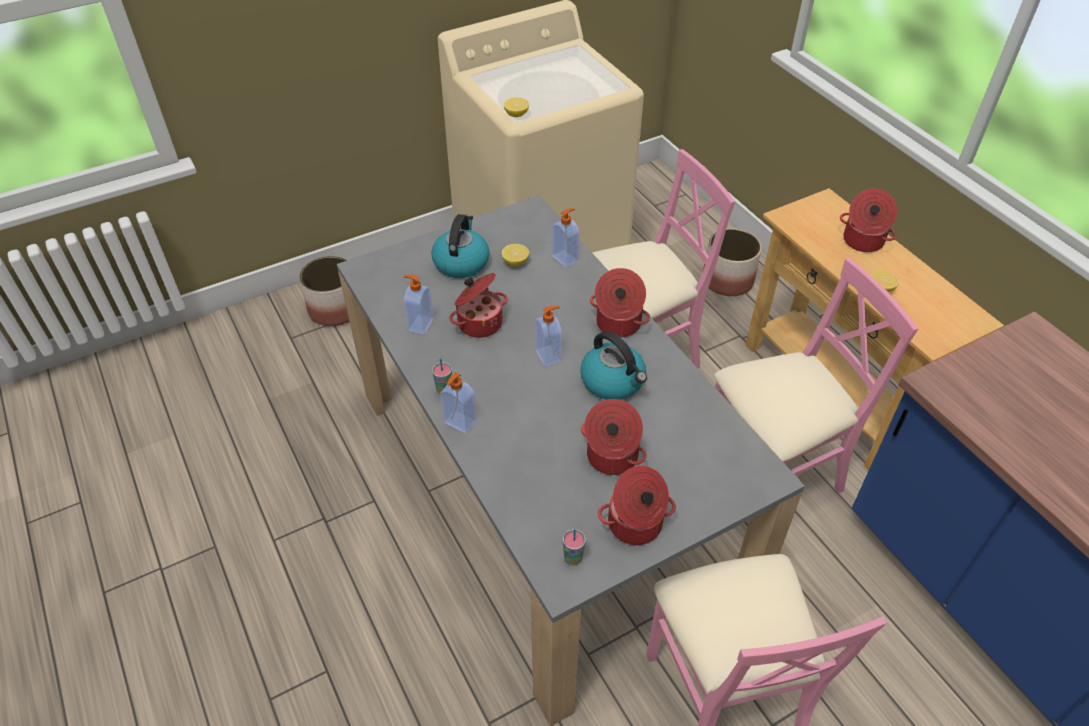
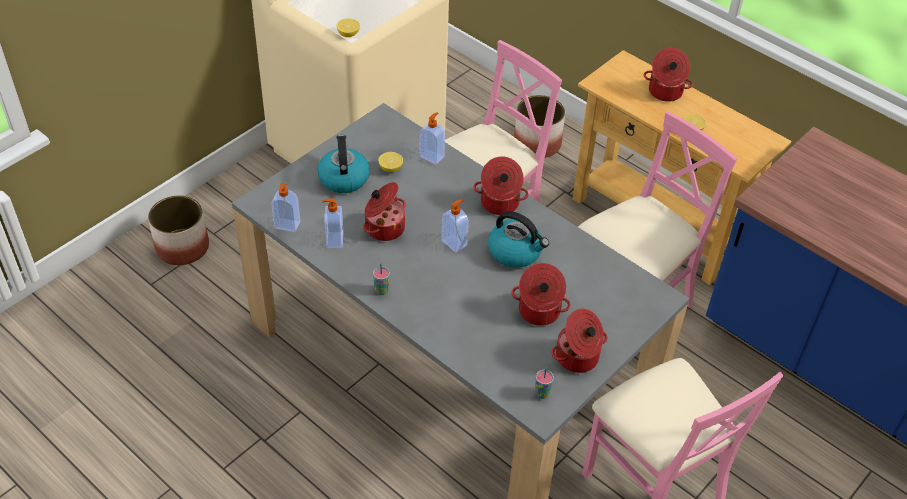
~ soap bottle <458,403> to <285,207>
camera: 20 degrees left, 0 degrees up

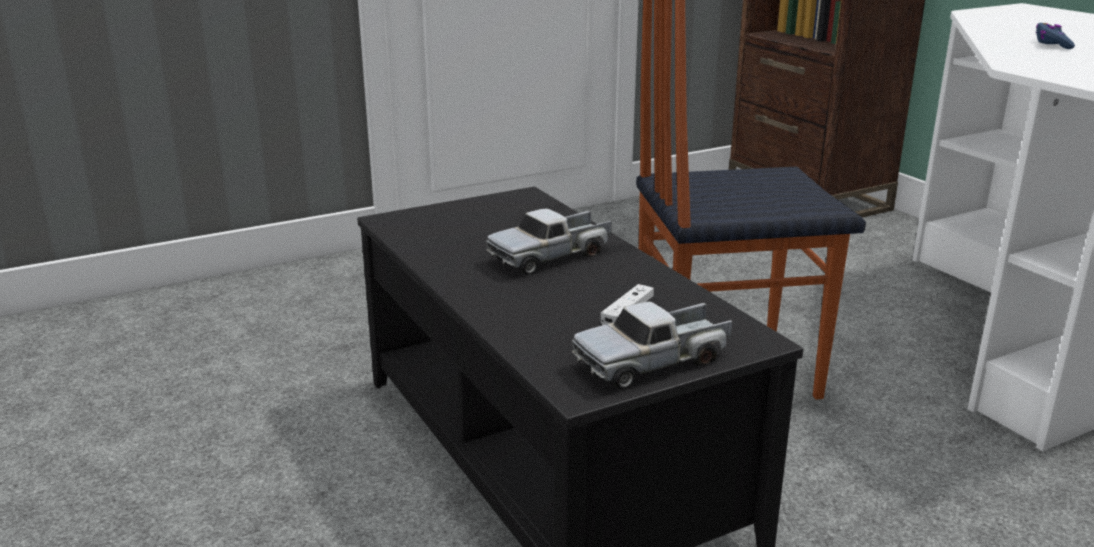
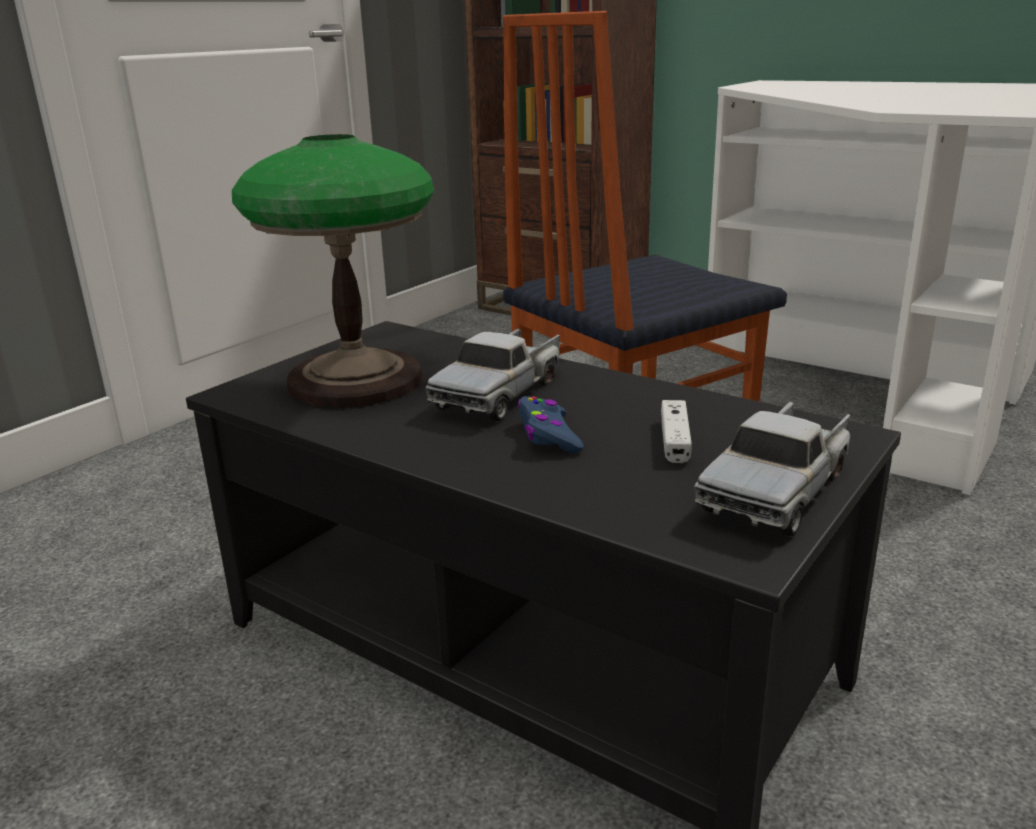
~ blue-coloured gamepad <1055,36> to <550,424>
+ table lamp <333,271>
camera: 25 degrees left, 0 degrees up

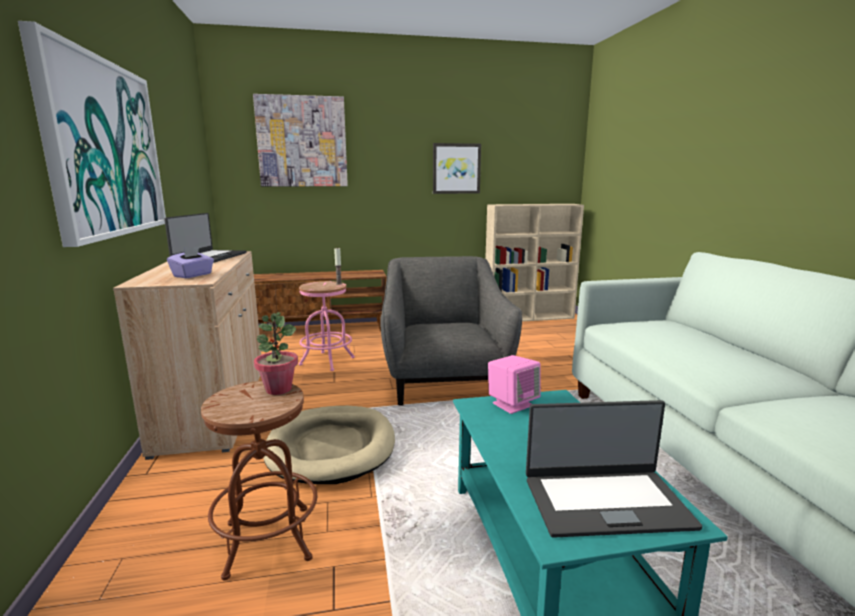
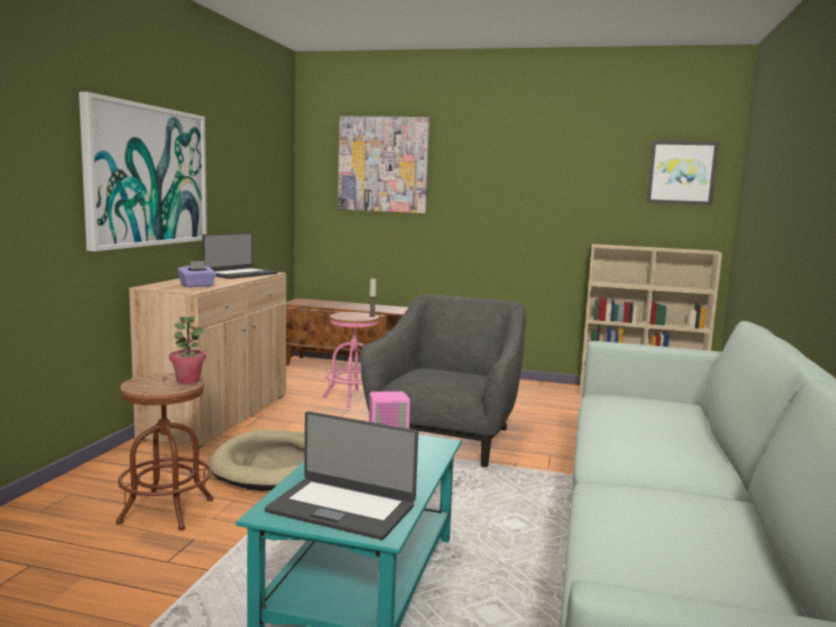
~ picture <457,168> to <682,172>
camera: 25 degrees right, 5 degrees down

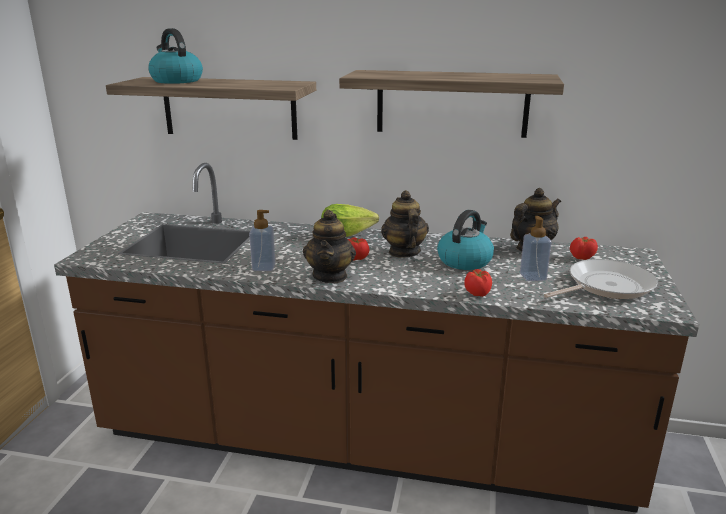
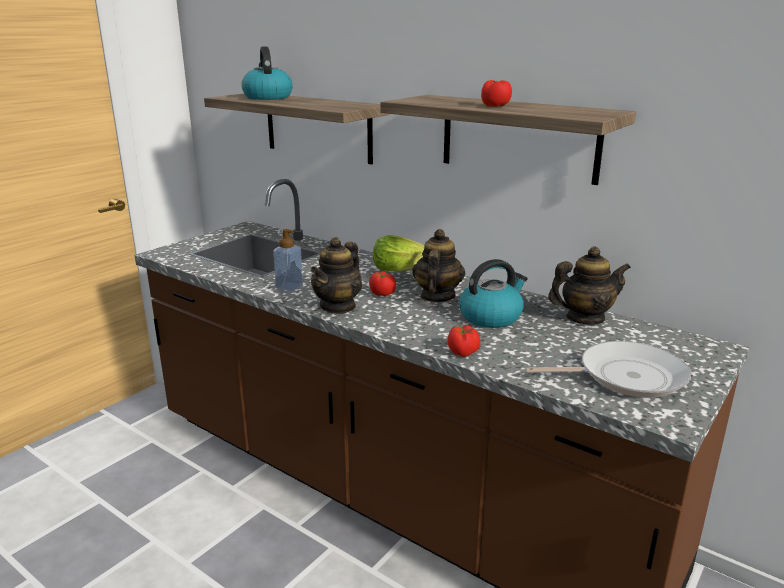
- soap bottle <536,248>
~ whole tomato <584,248> to <496,93>
camera: 25 degrees right, 0 degrees up

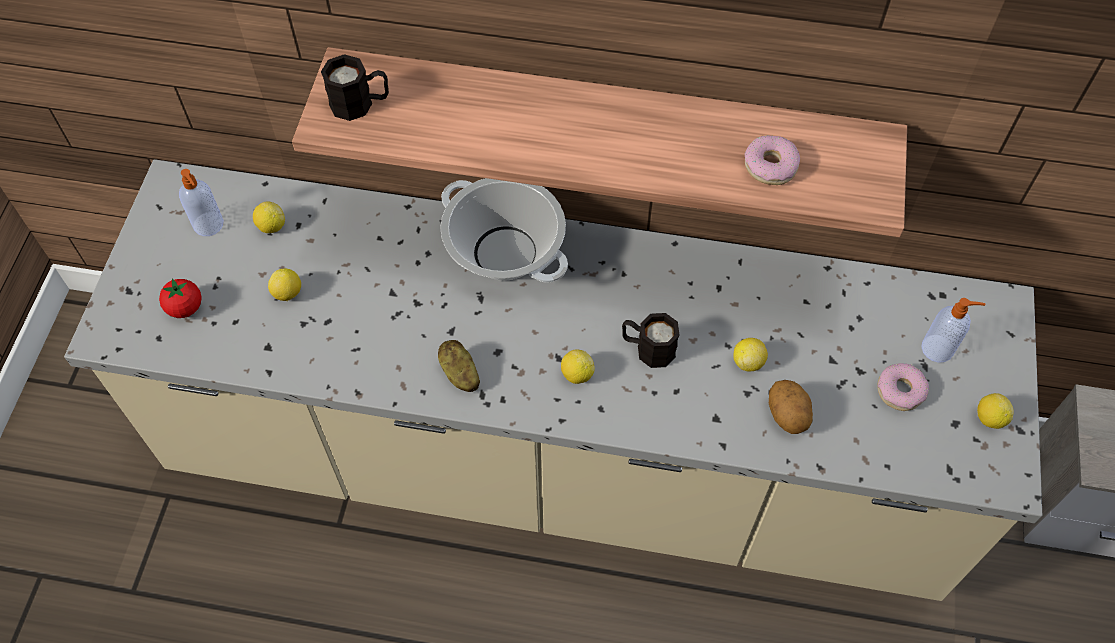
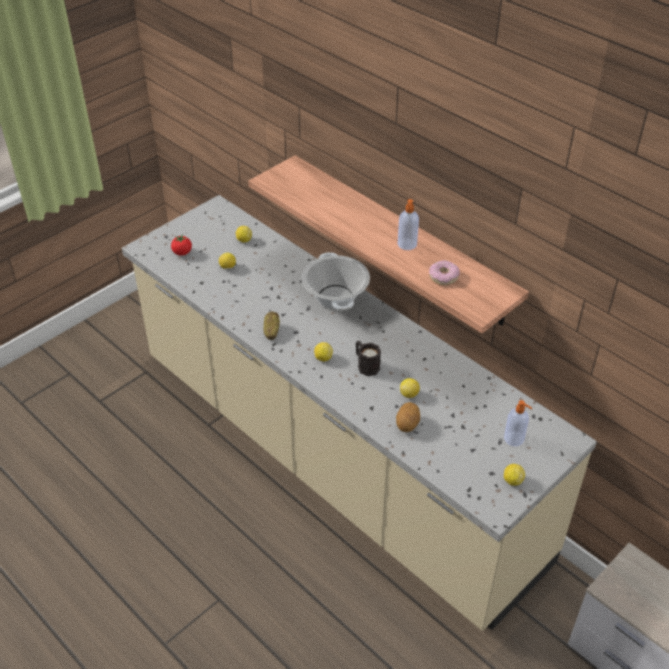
- black coffee mug <355,87>
~ soap bottle <201,202> to <408,224>
- donut <903,387>
camera: 35 degrees right, 15 degrees down

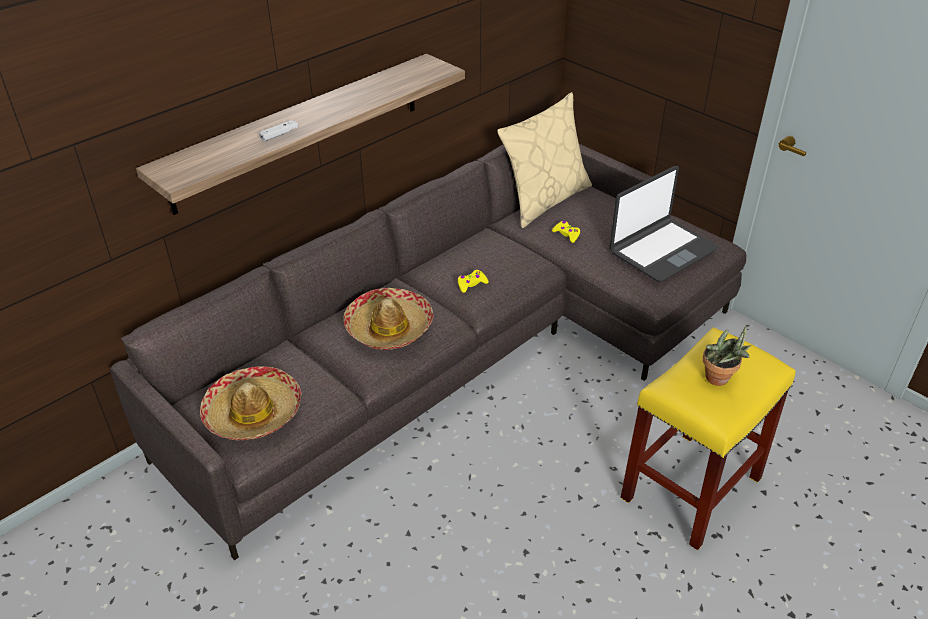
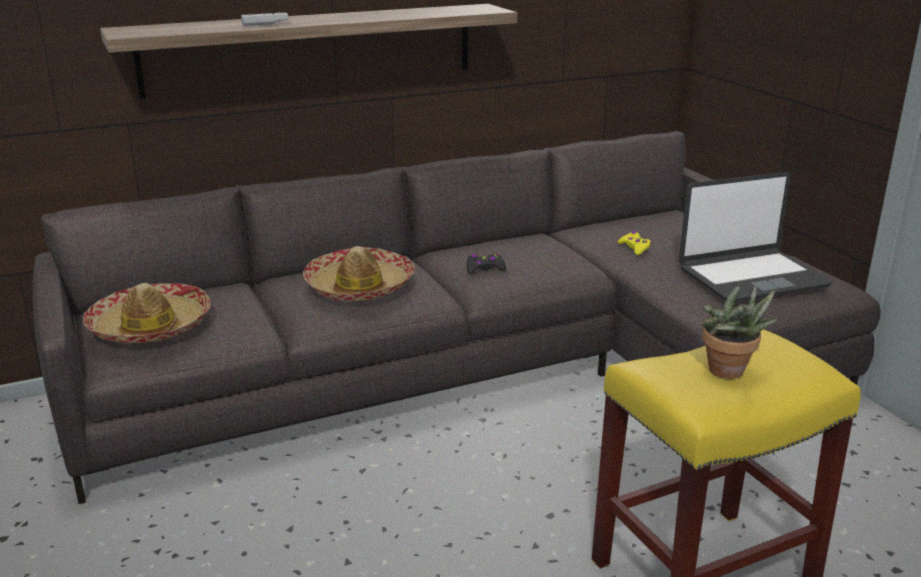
- sand-coloured cushion <544,160>
~ yellow gamepad <473,281> to black gamepad <486,263>
camera: 20 degrees right, 15 degrees down

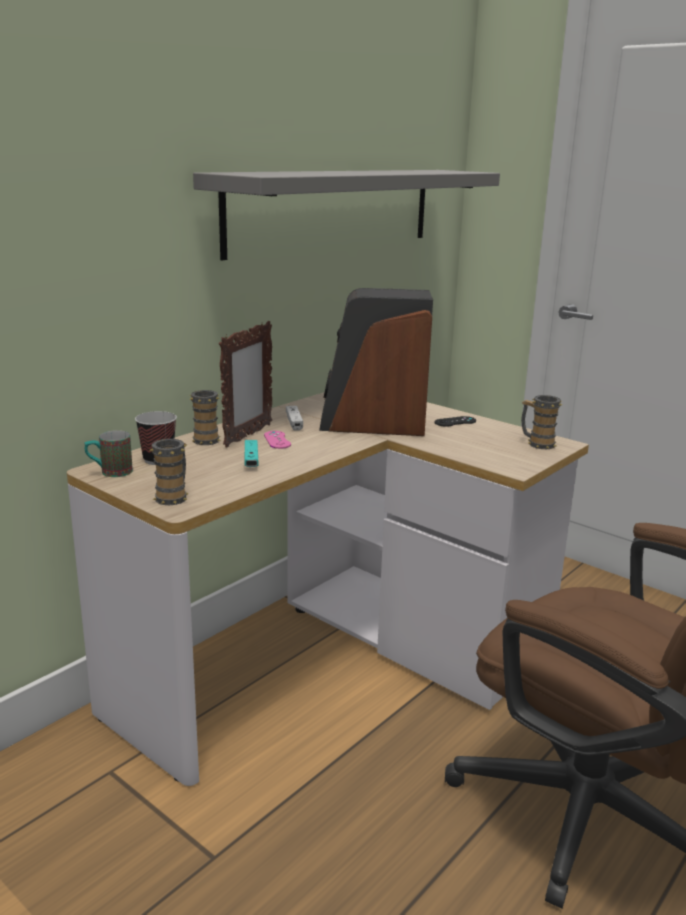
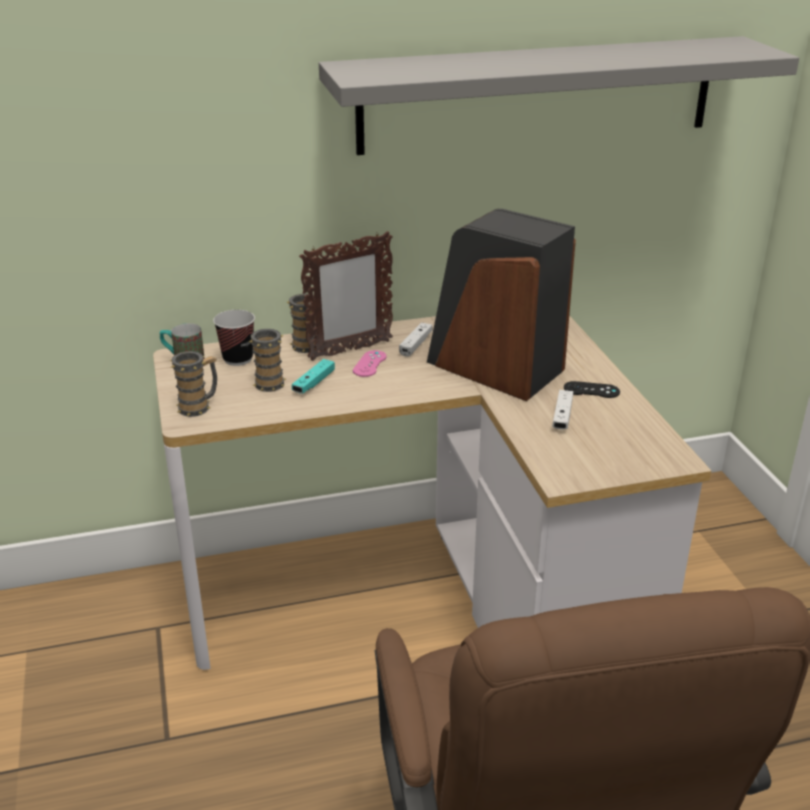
~ coffee mug <541,422> to <267,360>
+ whitish gamepad <562,410>
camera: 35 degrees right, 10 degrees up

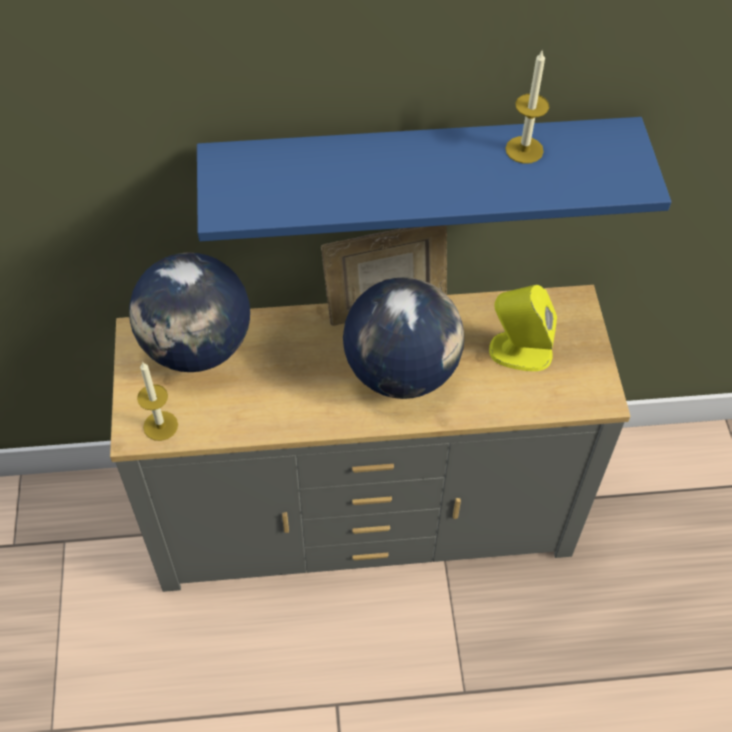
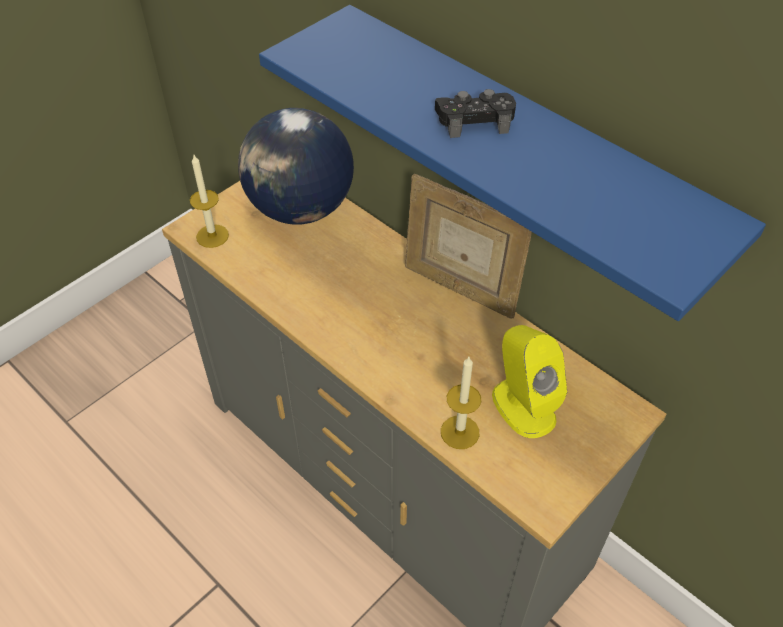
~ wax light <527,106> to <461,403>
- globe <403,338>
+ black gamepad <475,113>
camera: 50 degrees right, 5 degrees down

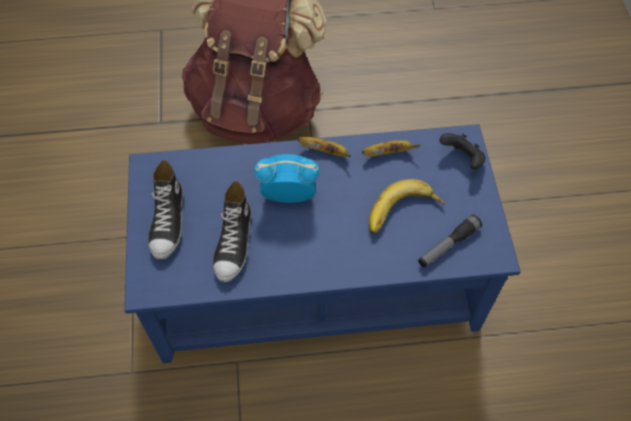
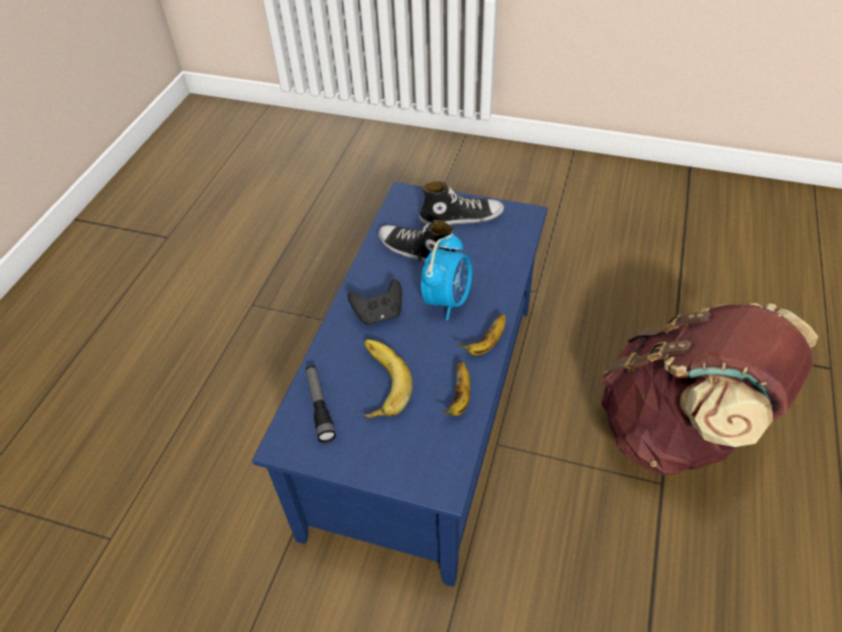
~ black gamepad <463,151> to <375,302>
~ item of footwear <165,209> = <461,203> 150 degrees clockwise
camera: 115 degrees right, 10 degrees down

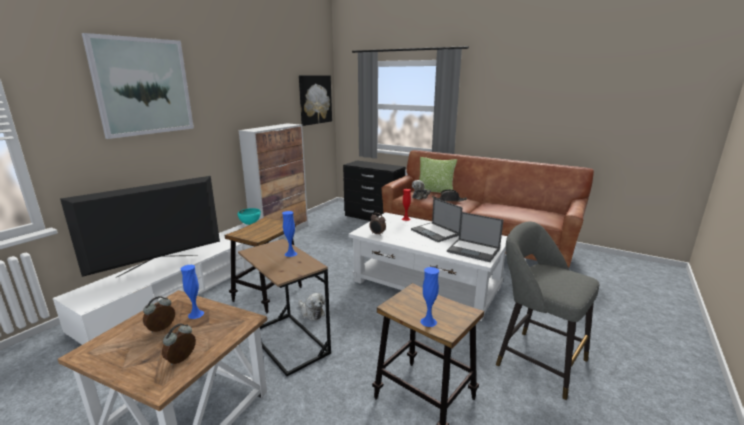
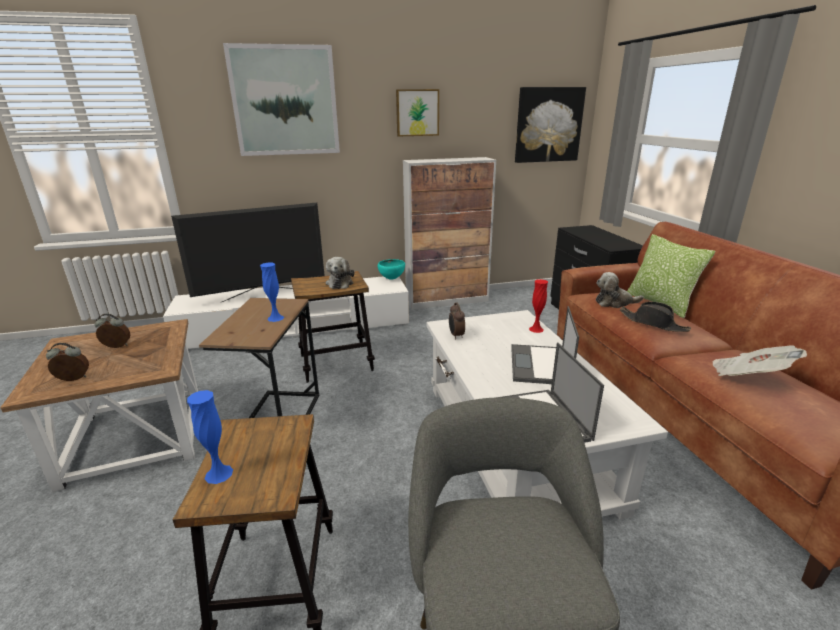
~ TV <140,226> = <248,253> 150 degrees clockwise
- blue-coloured decorative vase <192,292>
~ soft toy <311,307> to <340,273>
+ picture <417,113>
+ newspaper <759,360>
camera: 45 degrees right, 5 degrees up

